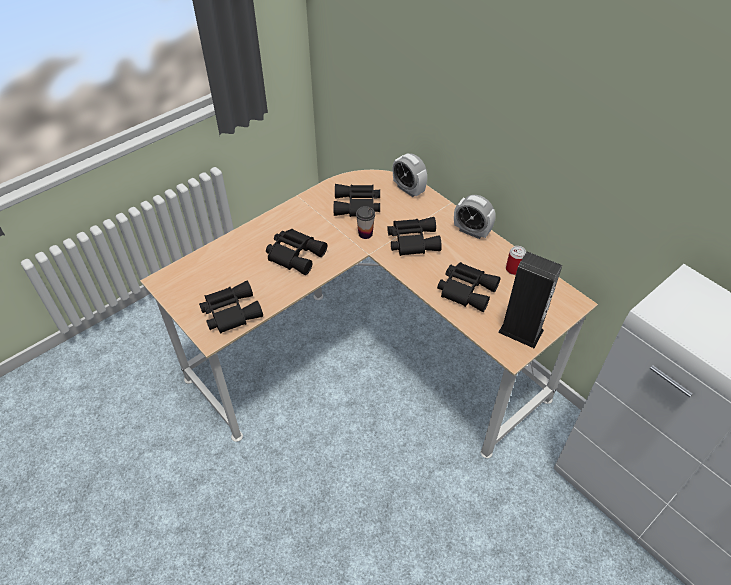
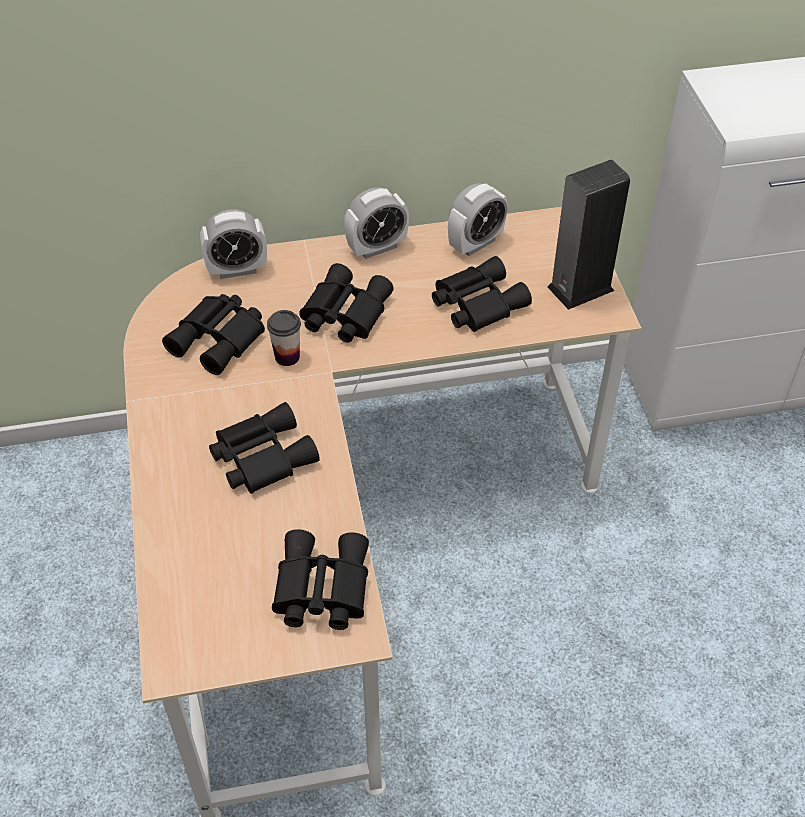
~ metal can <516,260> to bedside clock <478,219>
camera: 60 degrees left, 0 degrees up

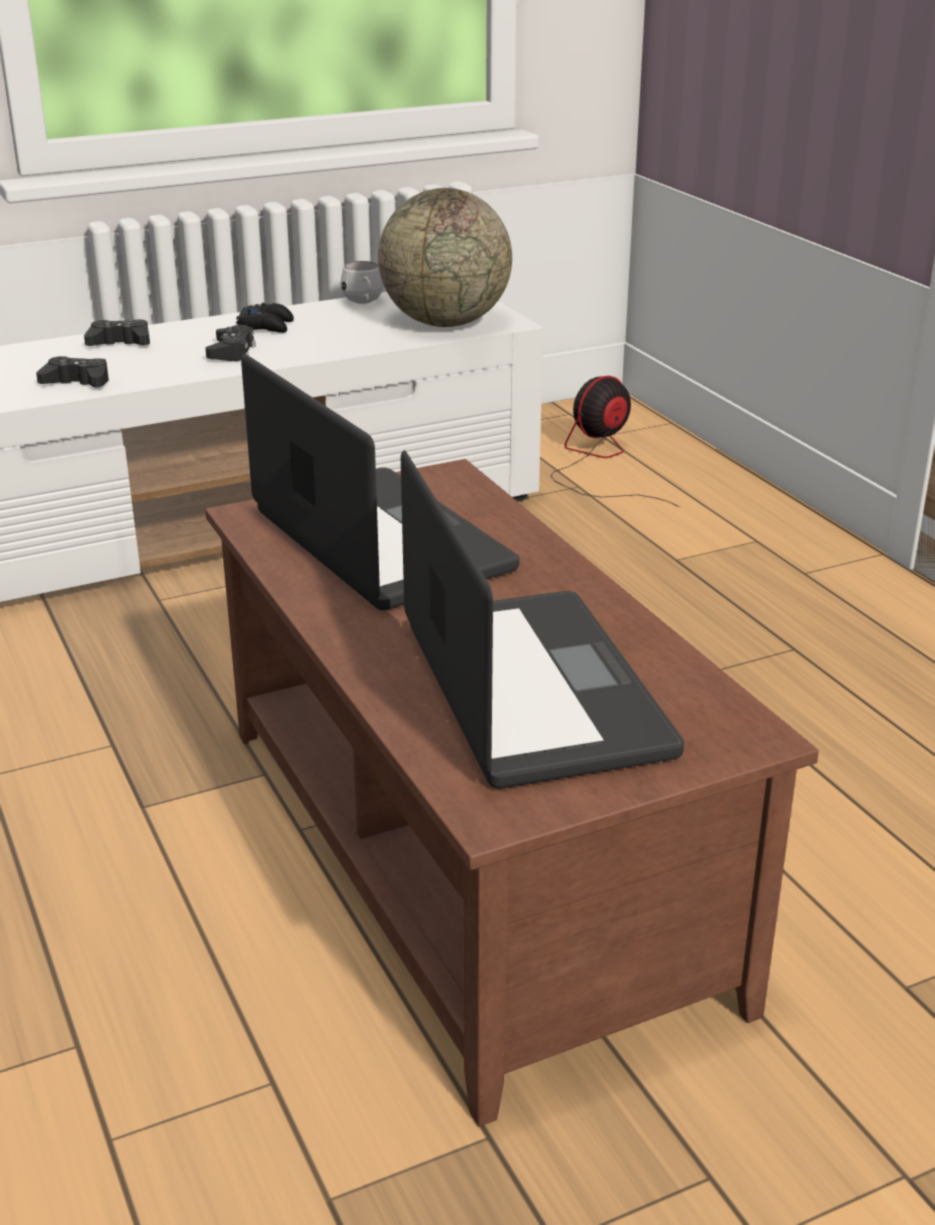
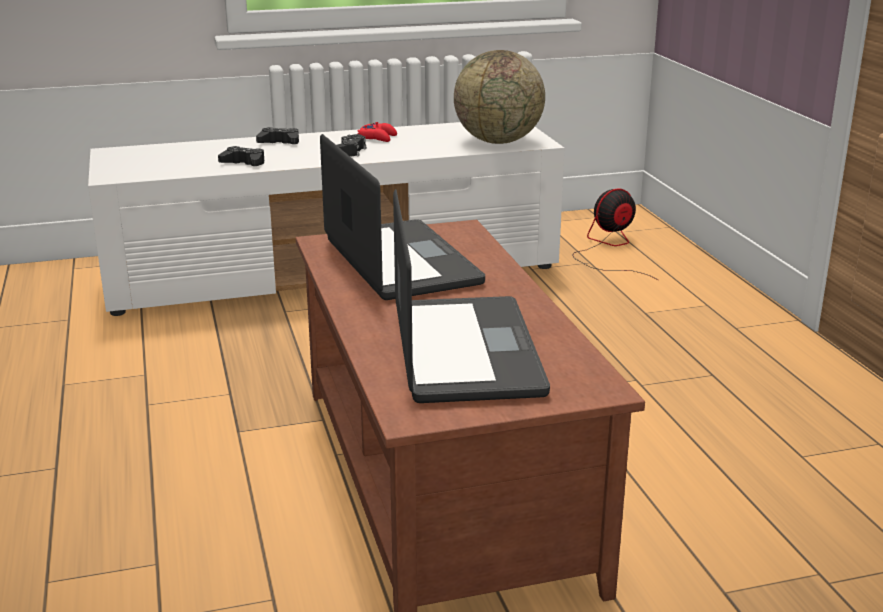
- whitish coffee mug <362,282>
~ black gamepad <265,318> to red-coloured gamepad <377,132>
camera: 10 degrees right, 5 degrees down

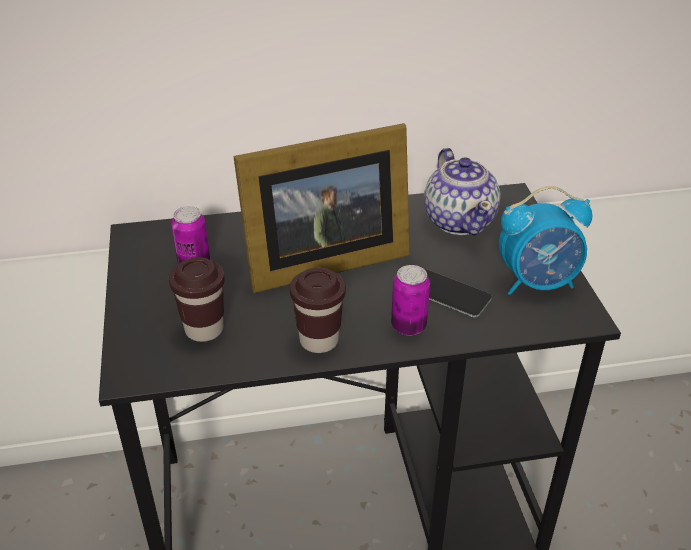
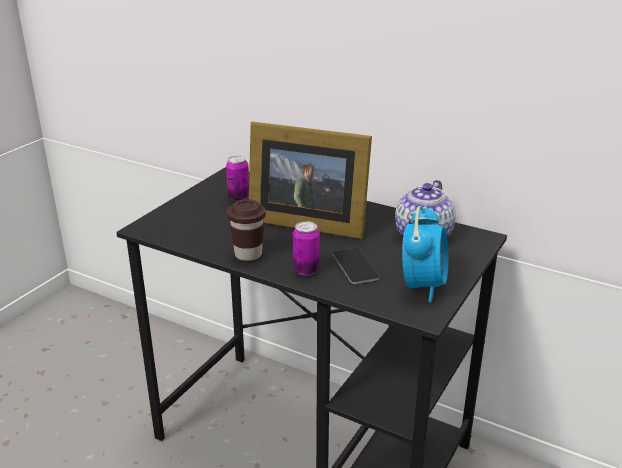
~ bedside clock <545,240> = <425,254> 105 degrees counterclockwise
- brown-coloured drinking cup <197,299>
camera: 40 degrees right, 10 degrees down

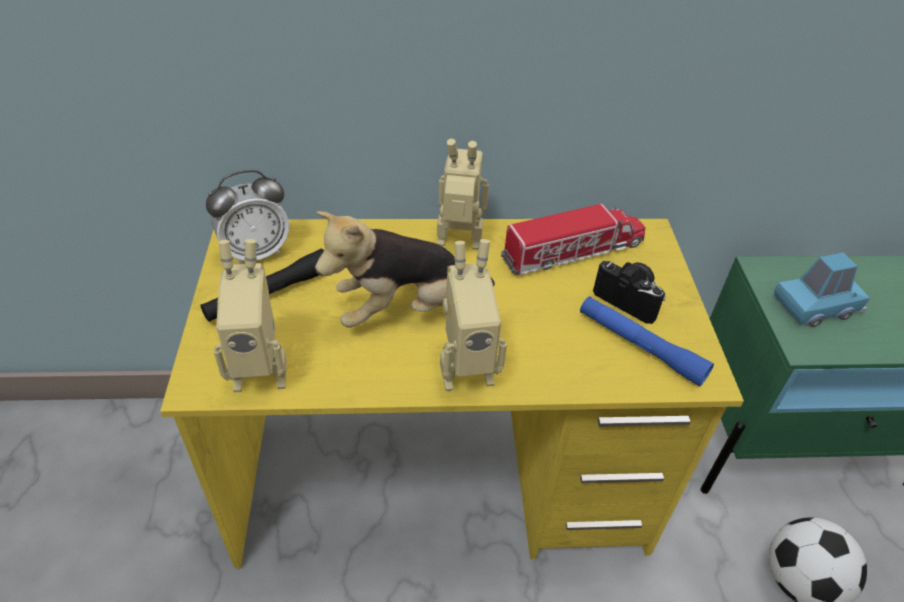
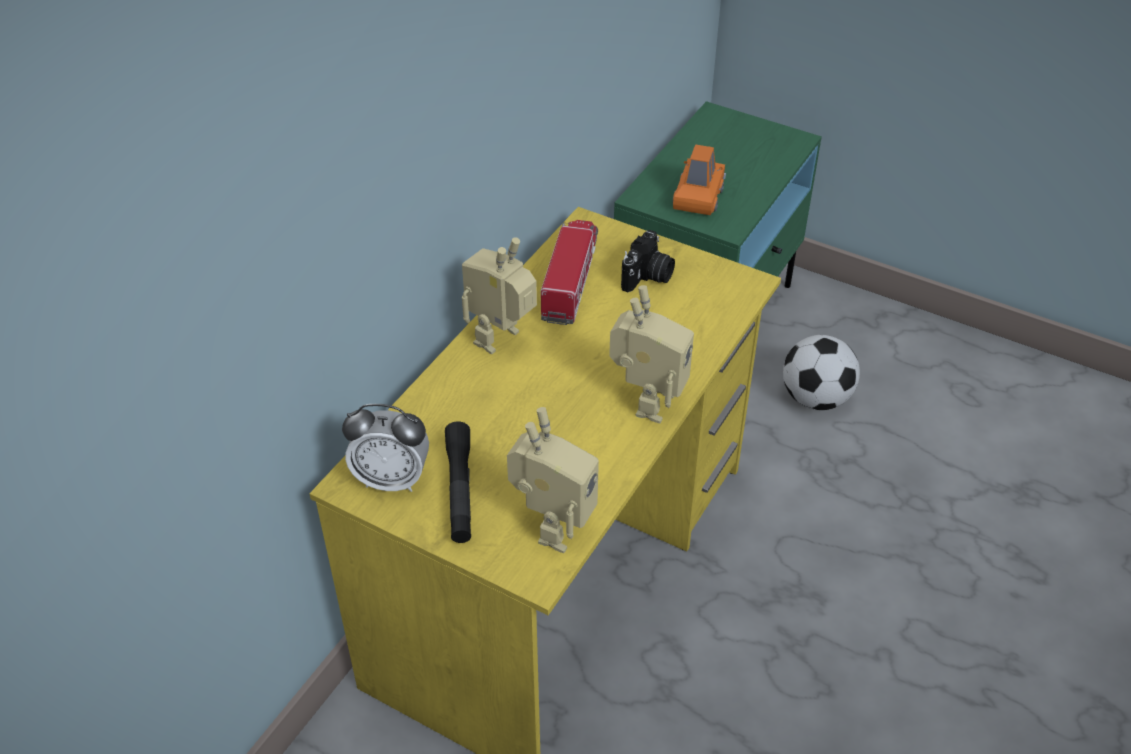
~ bedside clock <247,217> = <385,448> 90 degrees clockwise
- soft toy <405,269>
~ blue-coloured toy car <822,289> to orange toy car <699,179>
~ photo camera <629,292> = <648,261> 135 degrees clockwise
- blue-coloured torch <647,341>
camera: 55 degrees left, 0 degrees up

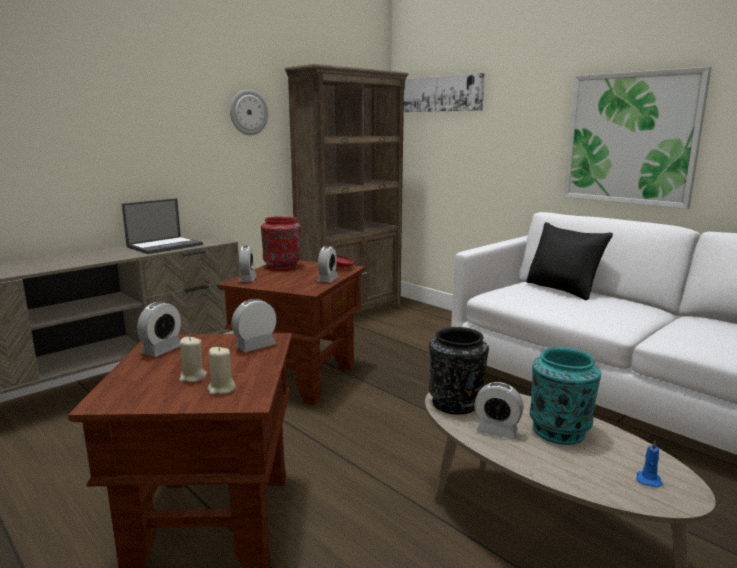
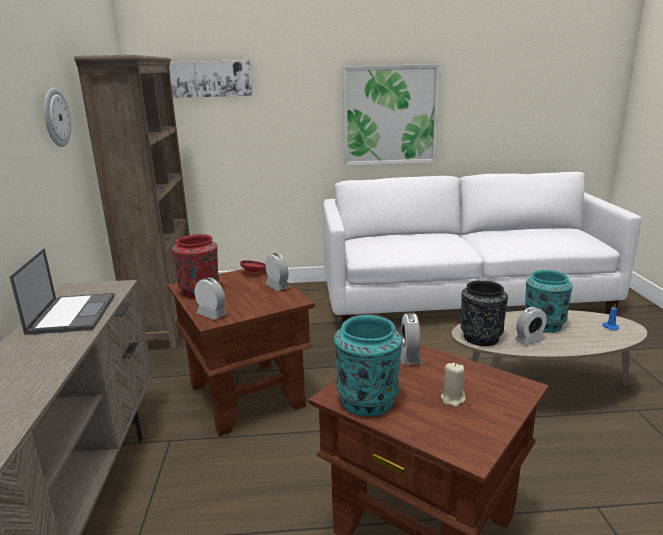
- black cushion <569,261>
~ bedside clock <159,329> to blue-green decorative vase <368,365>
- sand-coloured wax light <222,370>
camera: 50 degrees left, 5 degrees up

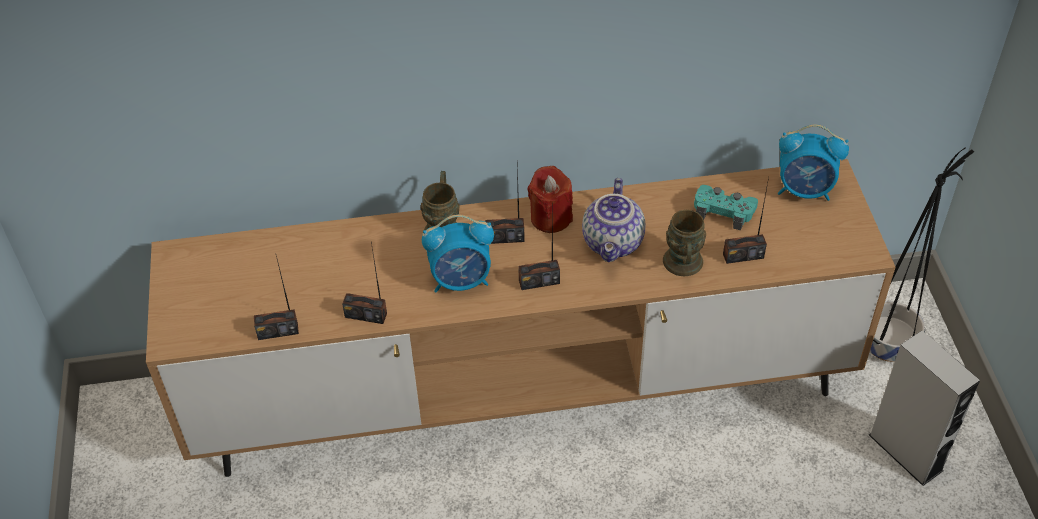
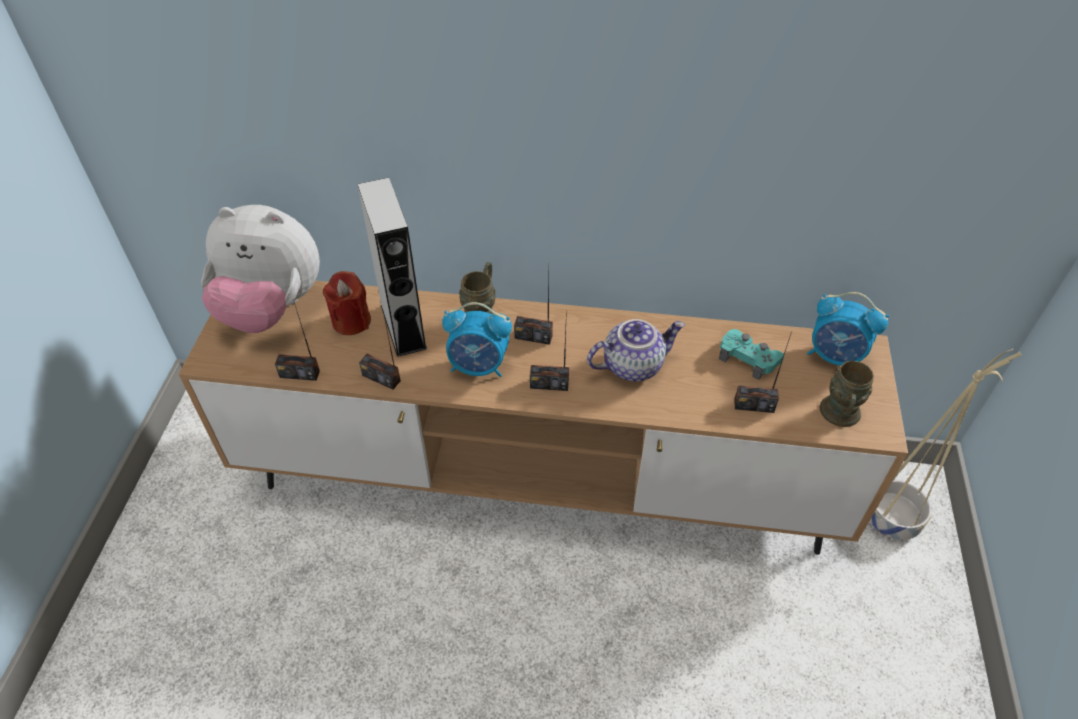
~ black flower pot <922,254> to sand-coloured flower pot <946,444>
~ red-coloured wax light <550,199> to <347,303>
~ pot for tea <614,220> = <636,350> 135 degrees counterclockwise
~ brown-coloured coffee mug <684,243> to <847,394>
~ gray speaker <924,408> to <392,267>
+ soft toy <260,269>
camera: 15 degrees right, 0 degrees up

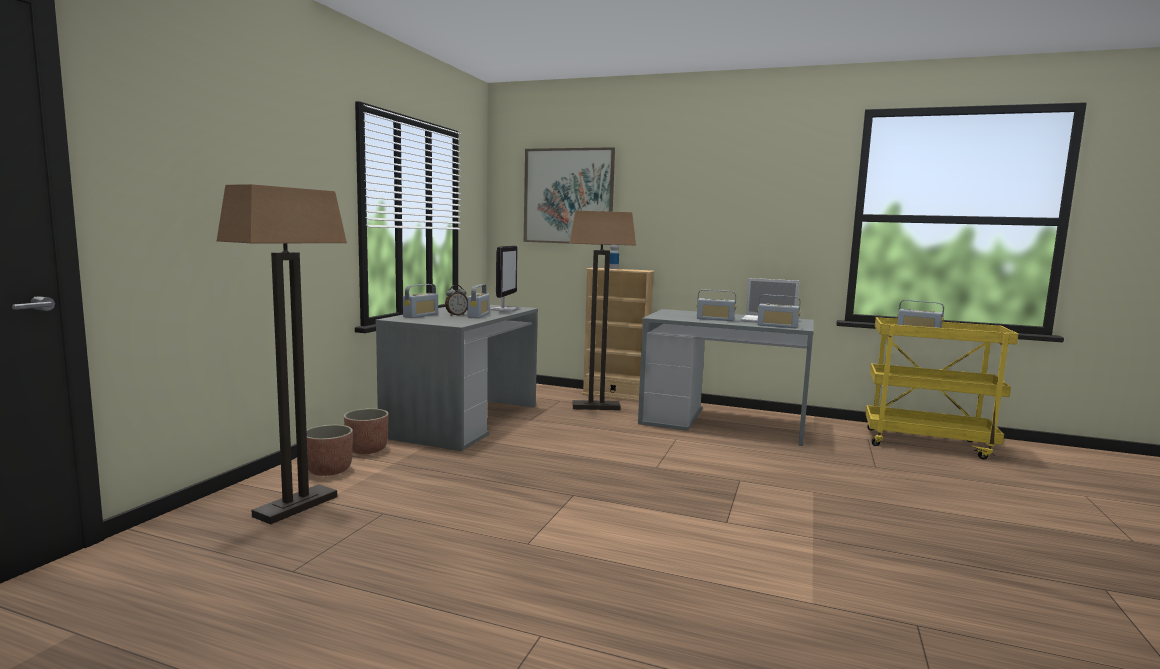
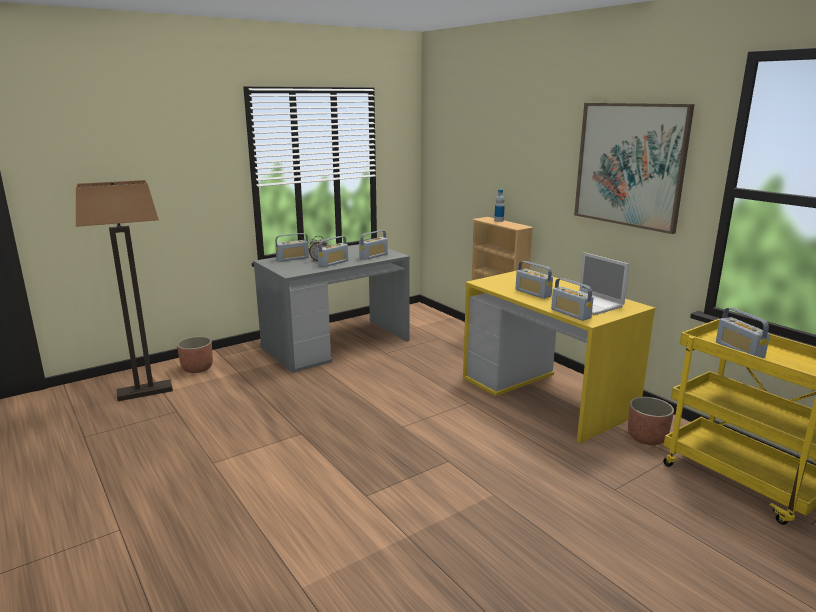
~ picture <569,196> to <634,168>
- floor lamp <602,310>
~ computer screen <504,279> to radio receiver <373,245>
~ gray desk table <726,377> to yellow desk table <559,356>
~ flower pot <366,431> to <651,421>
camera: 35 degrees right, 10 degrees up

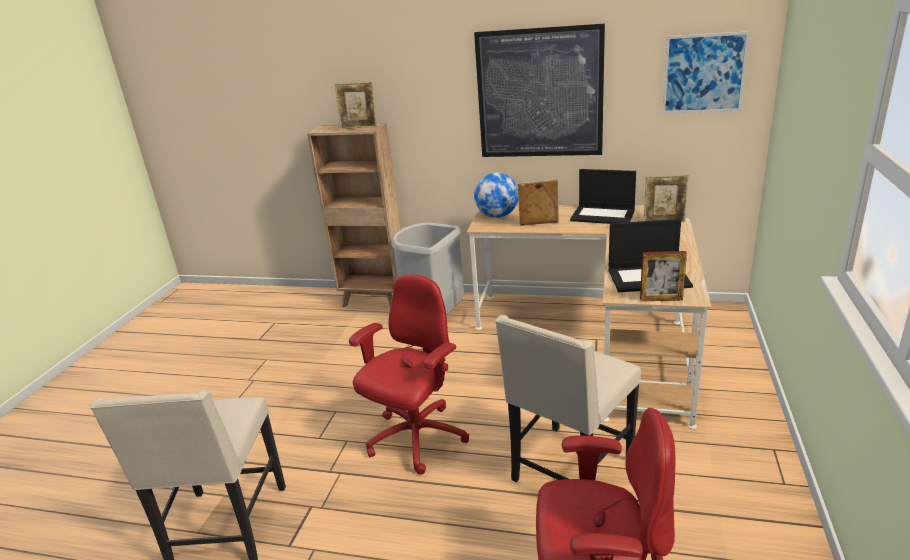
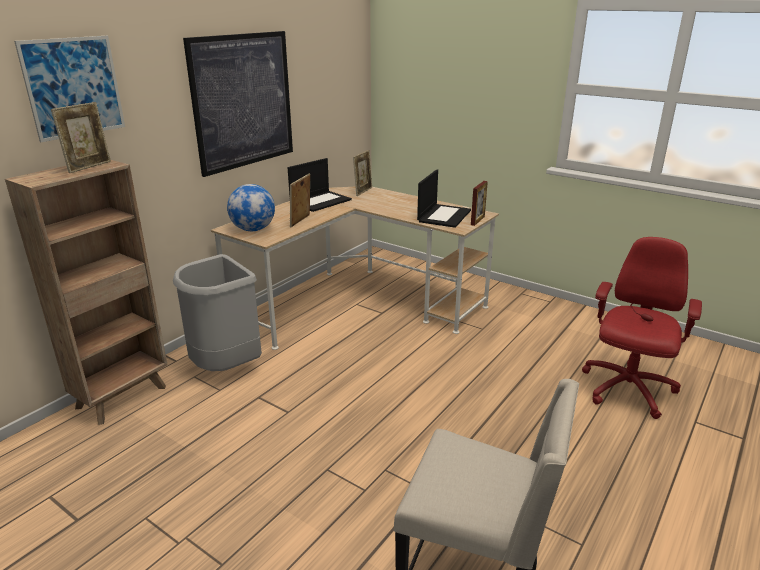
~ picture <706,72> to <69,89>
- red-coloured computer chair <409,375>
- sand-coloured plain chair <568,398>
camera: 70 degrees left, 0 degrees up

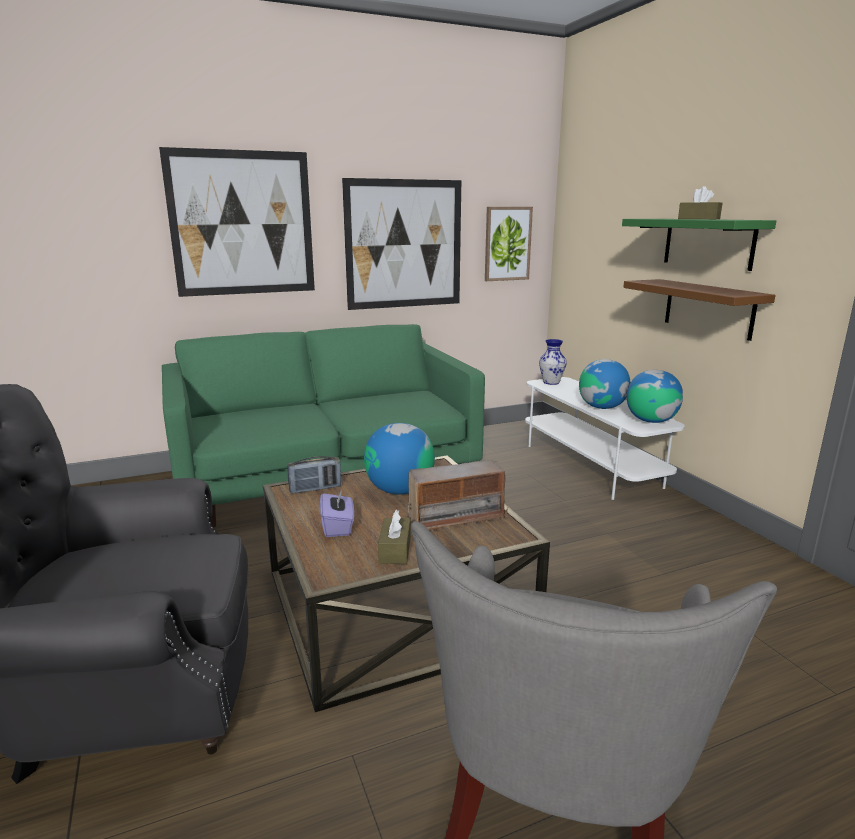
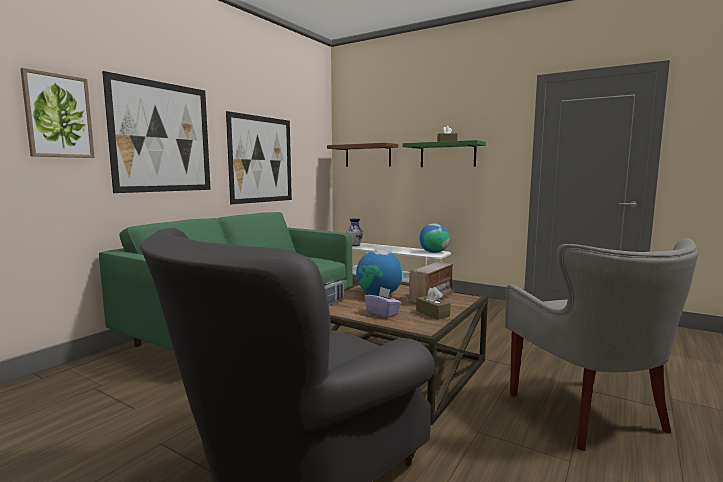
~ picture <509,244> to <57,113>
~ brown-coloured shelf <699,310> to <362,155>
- globe <604,384>
camera: 35 degrees left, 10 degrees down

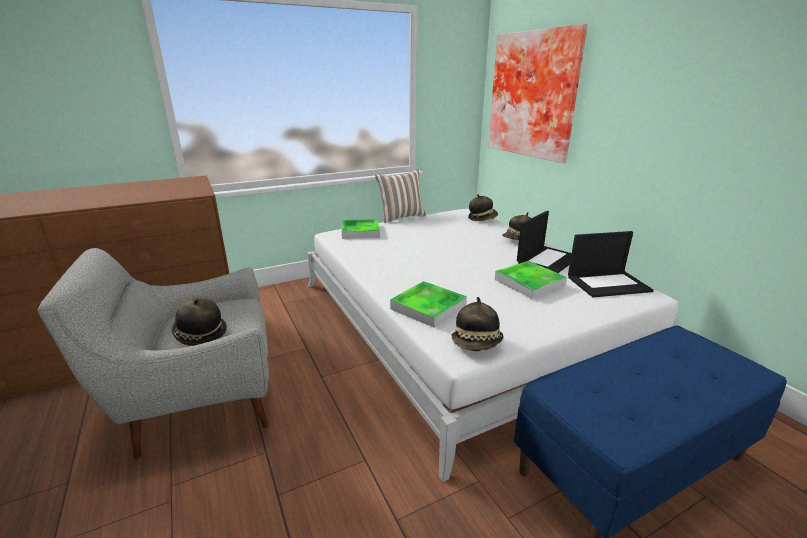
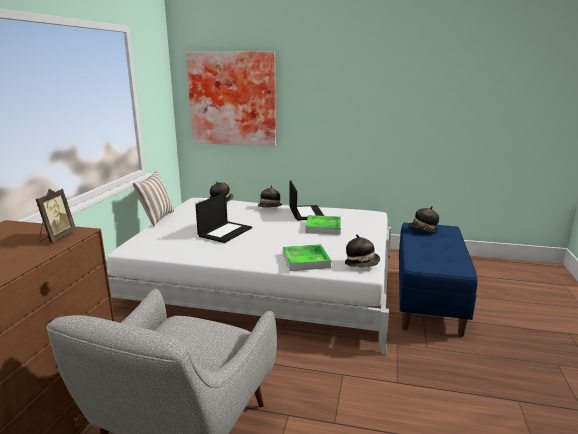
- tray <361,229>
~ notebook computer <611,264> to <223,218>
~ clothing hat <199,321> to <424,219>
+ standing frame <56,216>
camera: 50 degrees left, 5 degrees down

